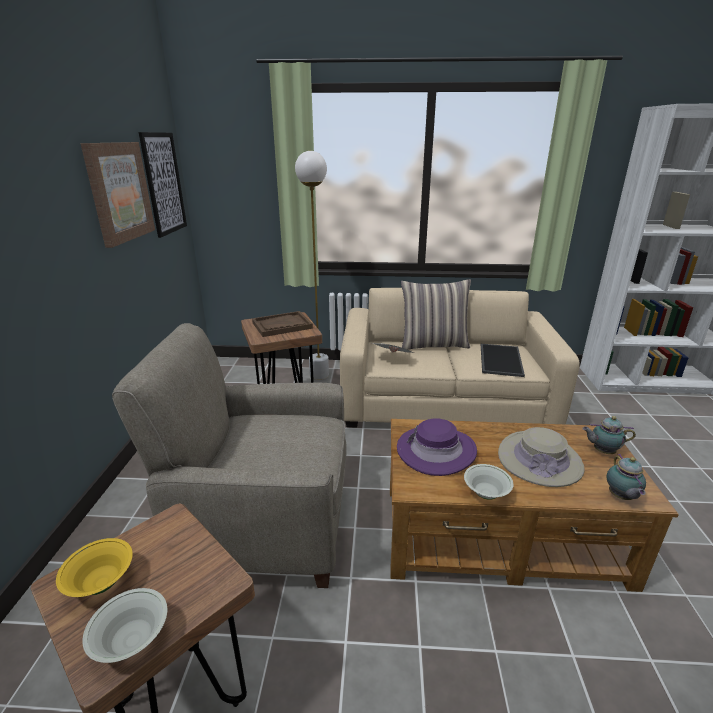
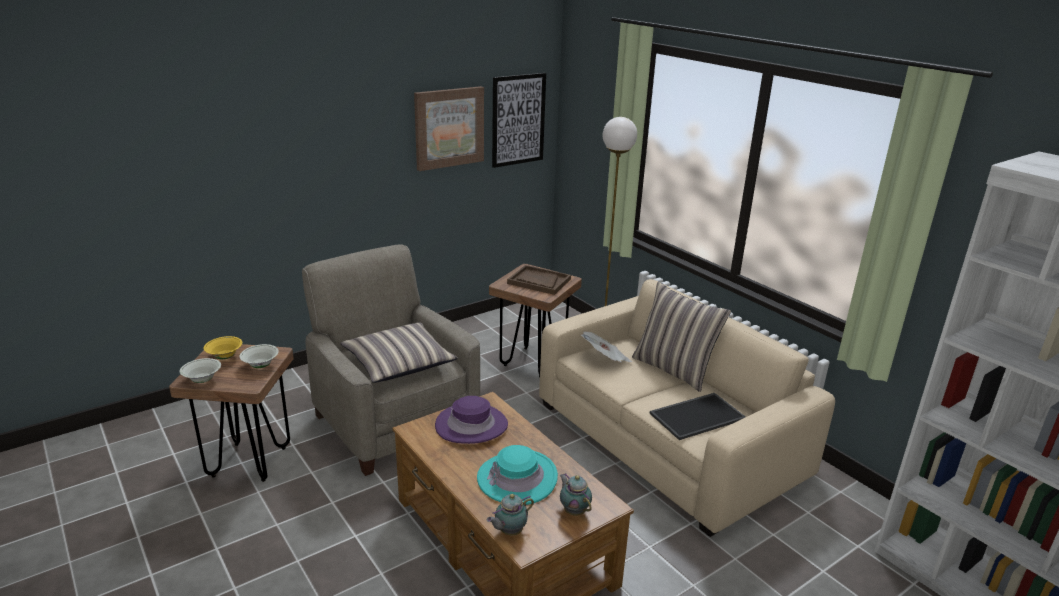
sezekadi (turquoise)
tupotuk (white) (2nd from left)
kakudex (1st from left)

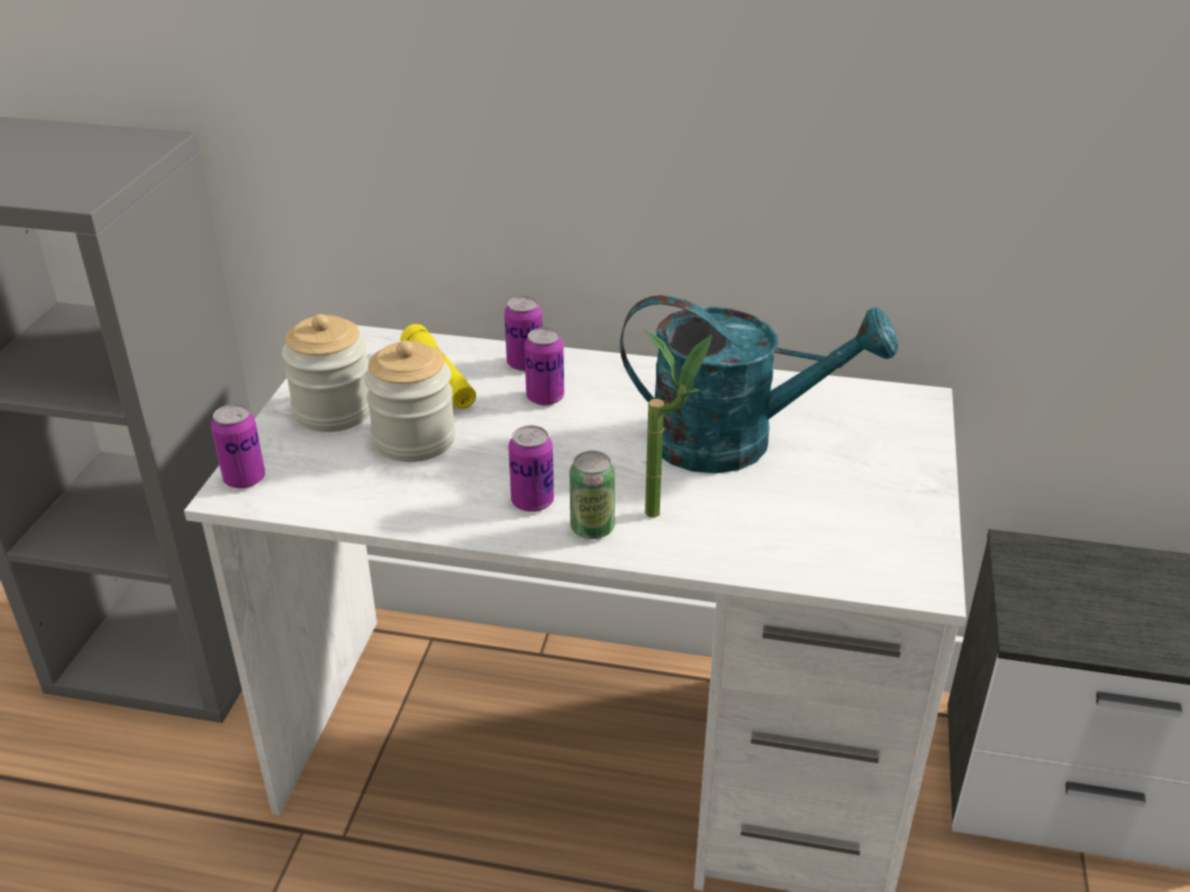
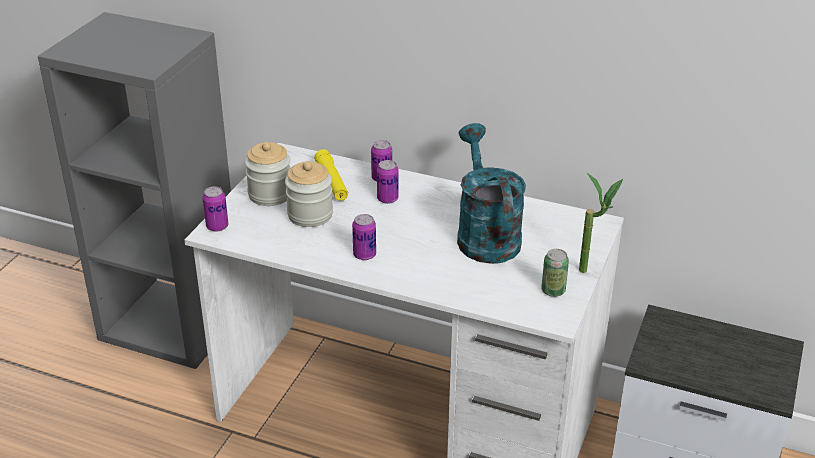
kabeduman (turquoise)
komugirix
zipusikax (5th from left)

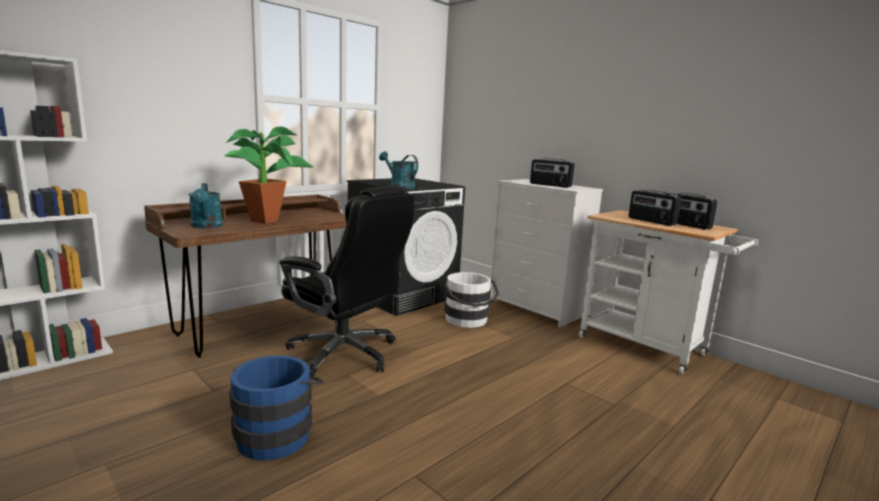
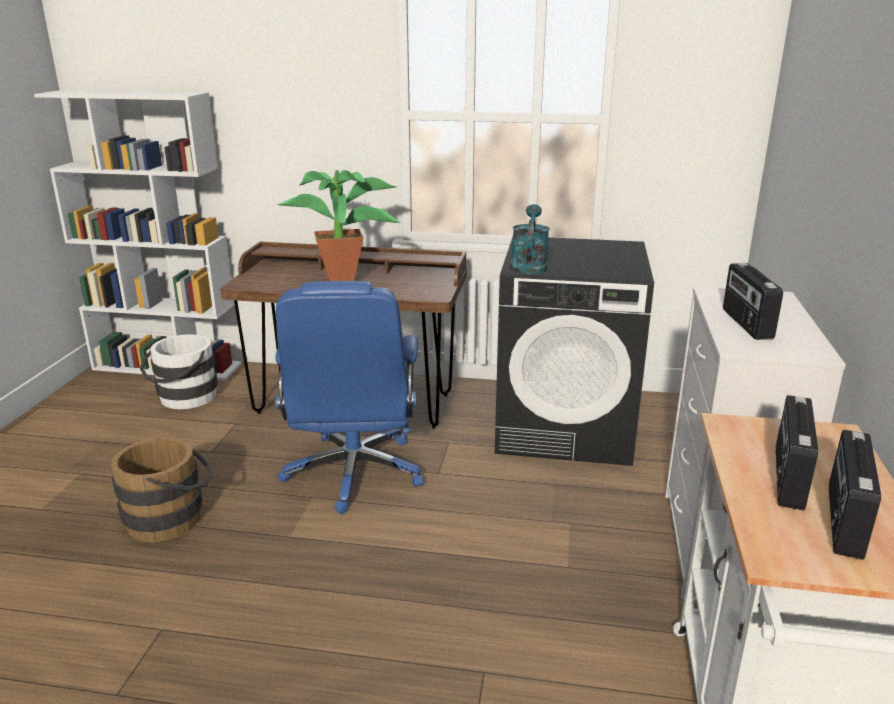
kabeduman (turquoise) (1st from left in the first image)
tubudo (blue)
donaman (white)
donaman (brown)

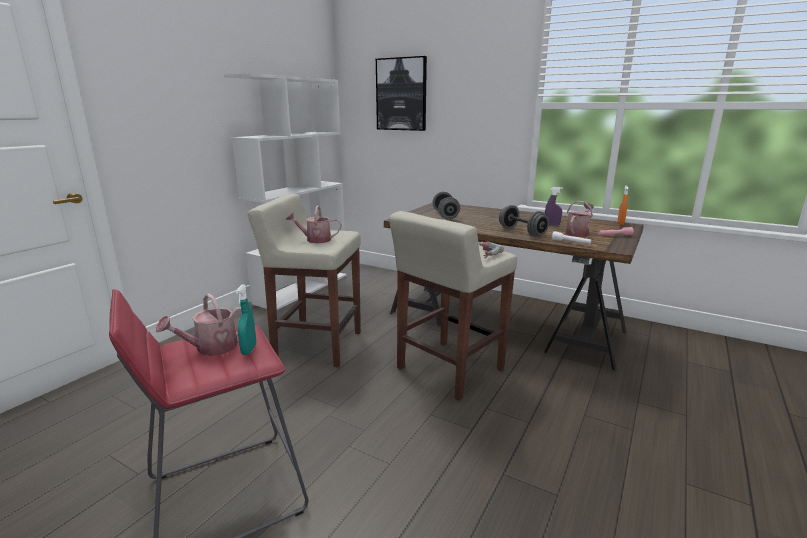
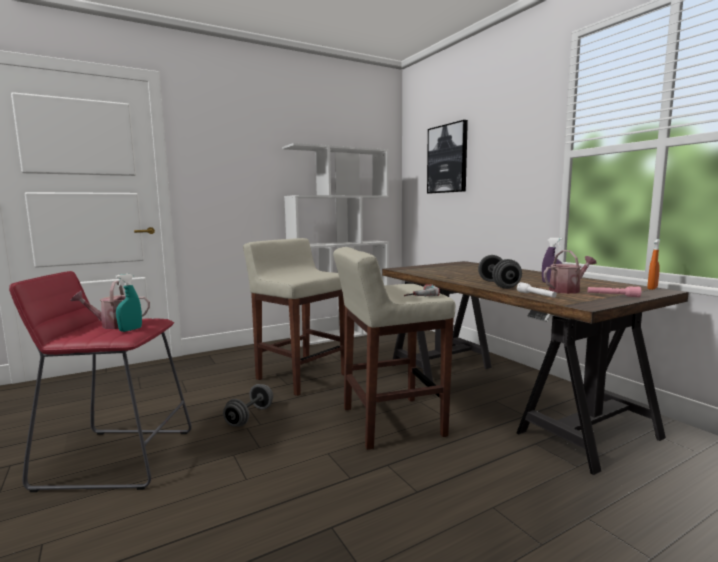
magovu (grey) (1st from left)
kabeduman (2nd from left in the first image)

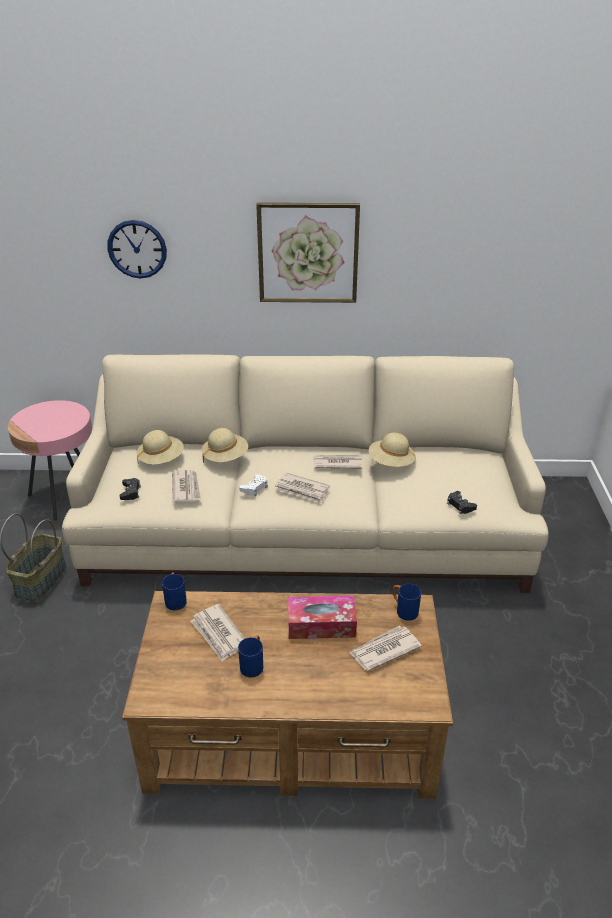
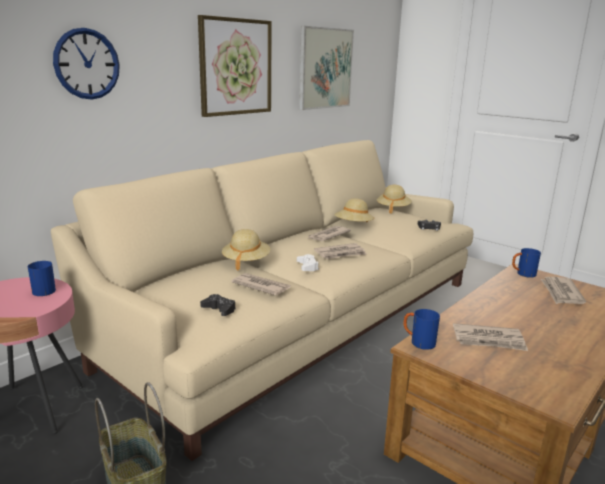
sezekadi (beige) (3rd from left)
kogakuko
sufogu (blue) (1st from left)
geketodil (2nd from left)

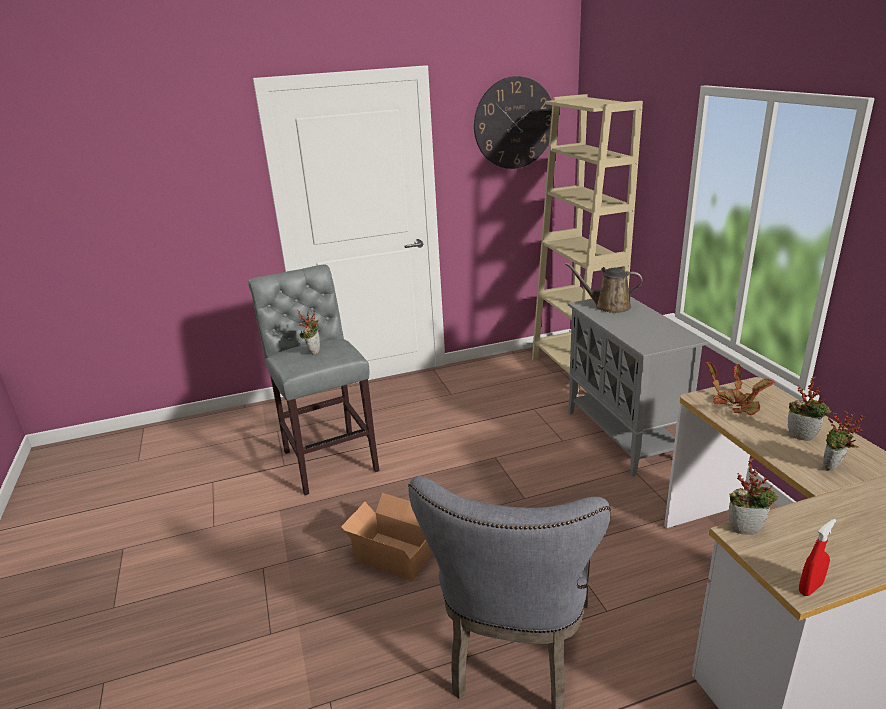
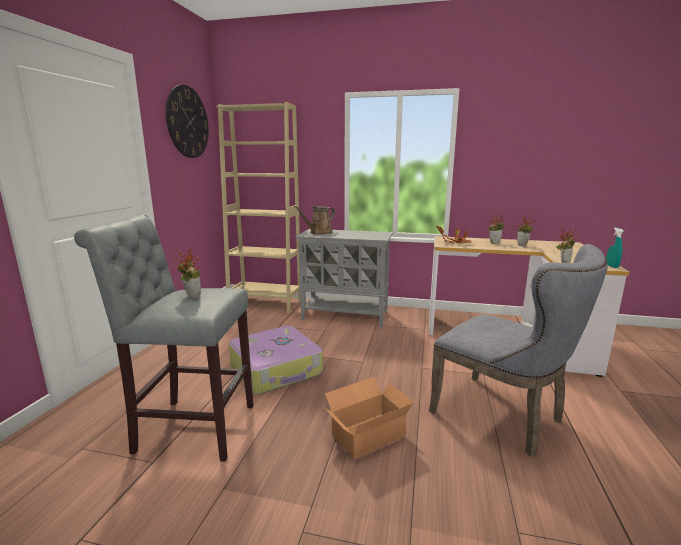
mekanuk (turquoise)
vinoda

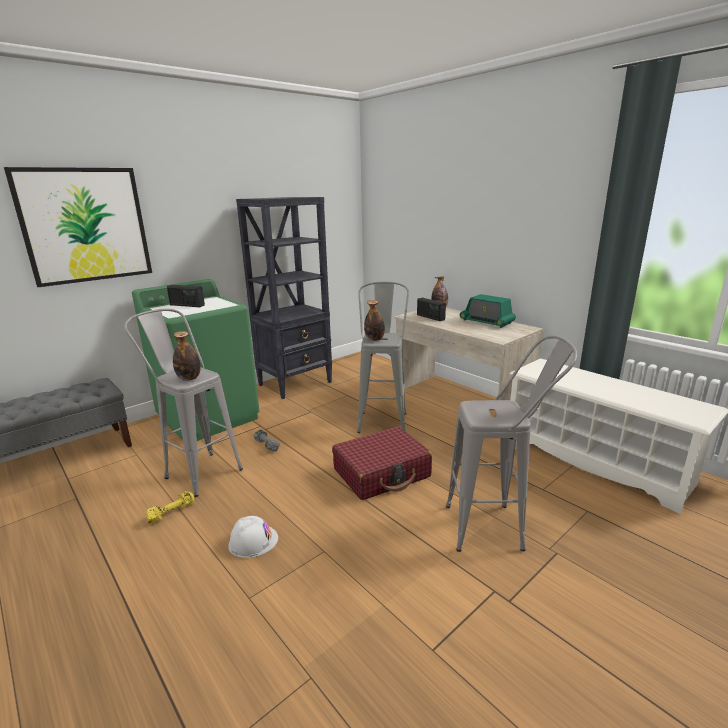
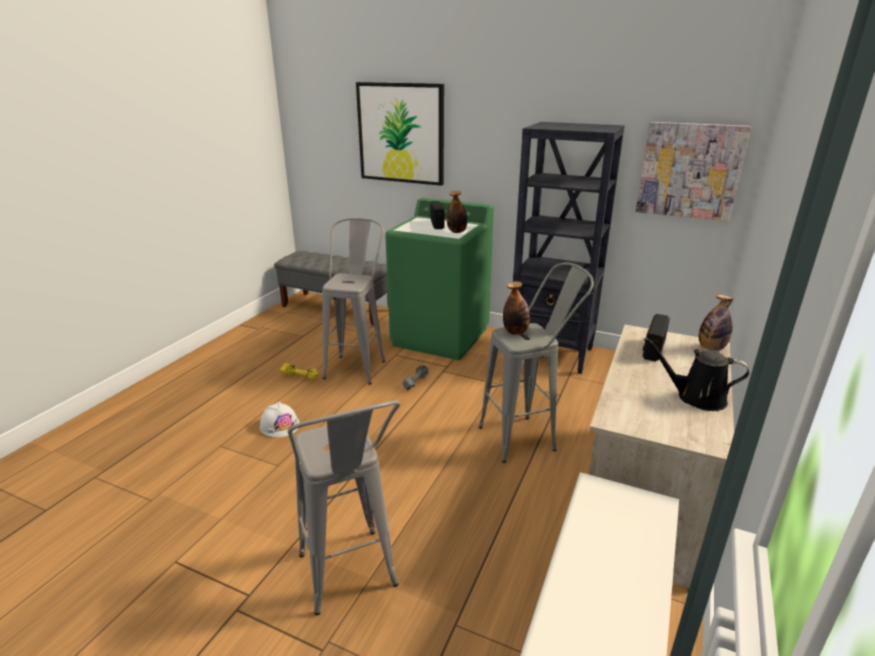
kabeduman (black)
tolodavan (1st from left)
vinoda (red)
geketodil (2nd from left)

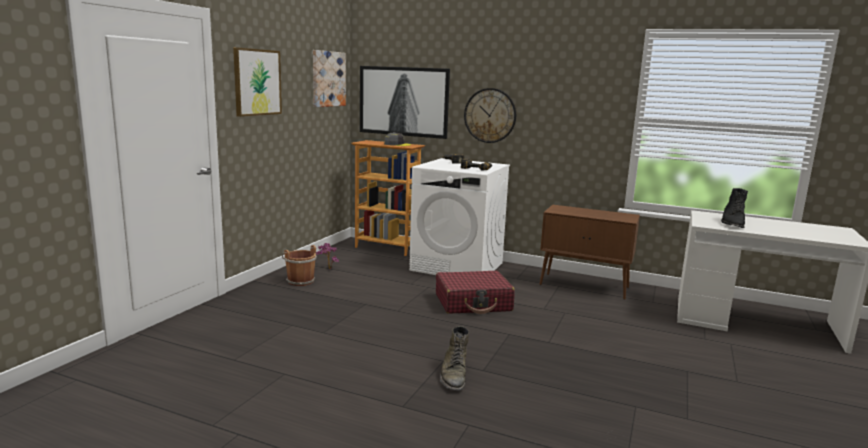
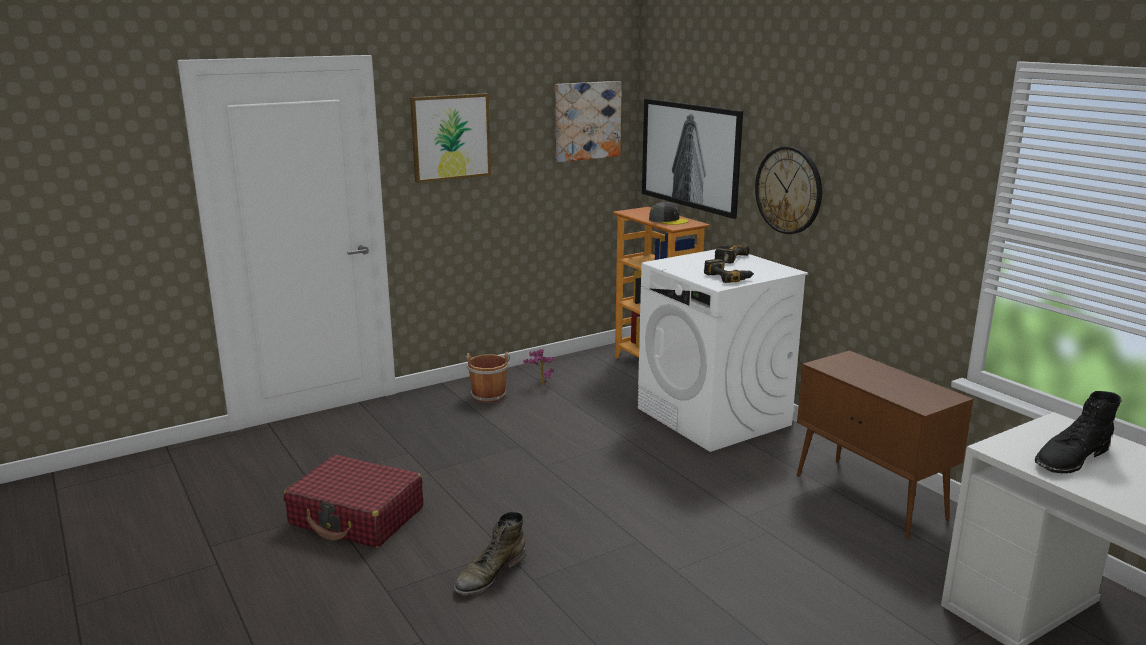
vinoda (red)

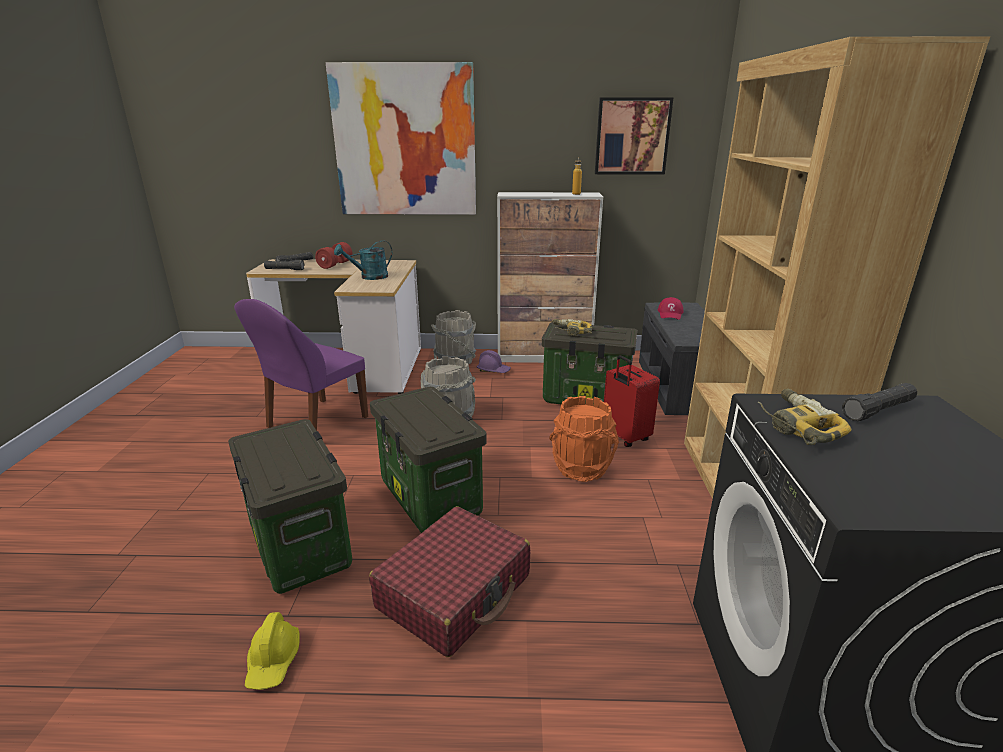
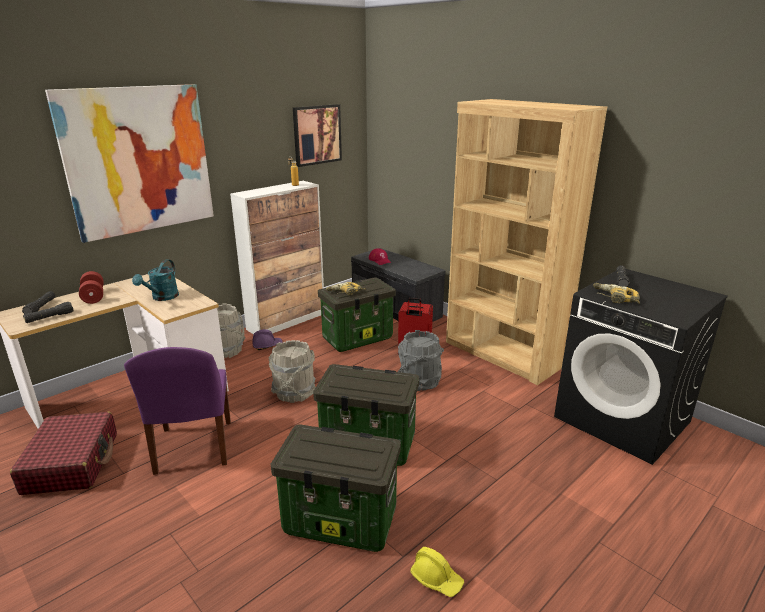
donaman (grey) (3rd from left)
vinoda (red) (1st from left)

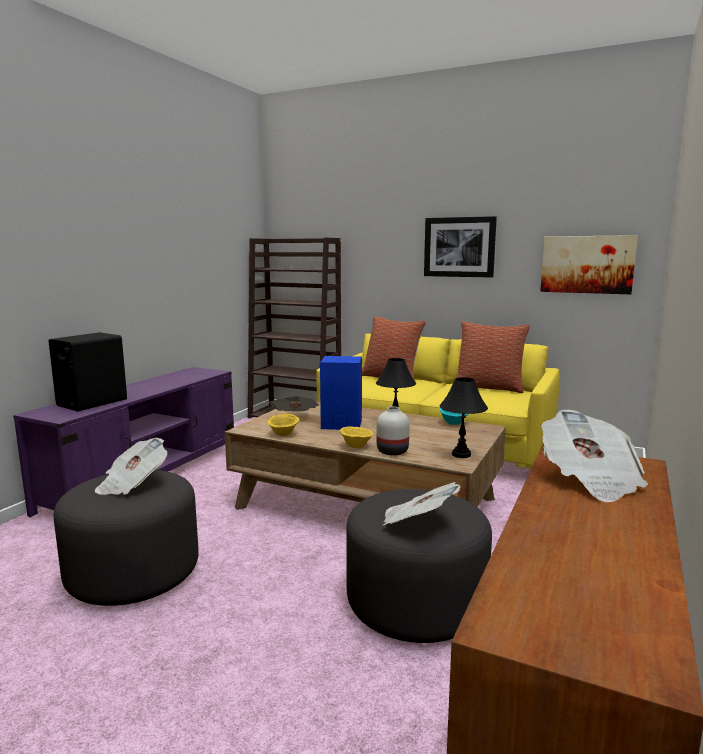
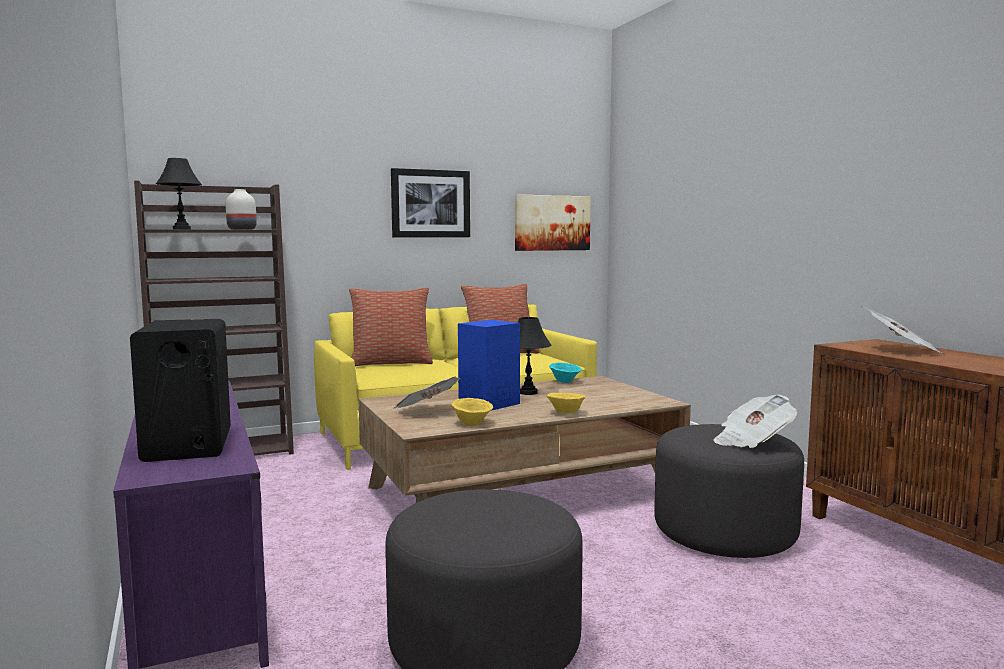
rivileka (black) (1st from left)
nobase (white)
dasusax (1st from left in the first image)

